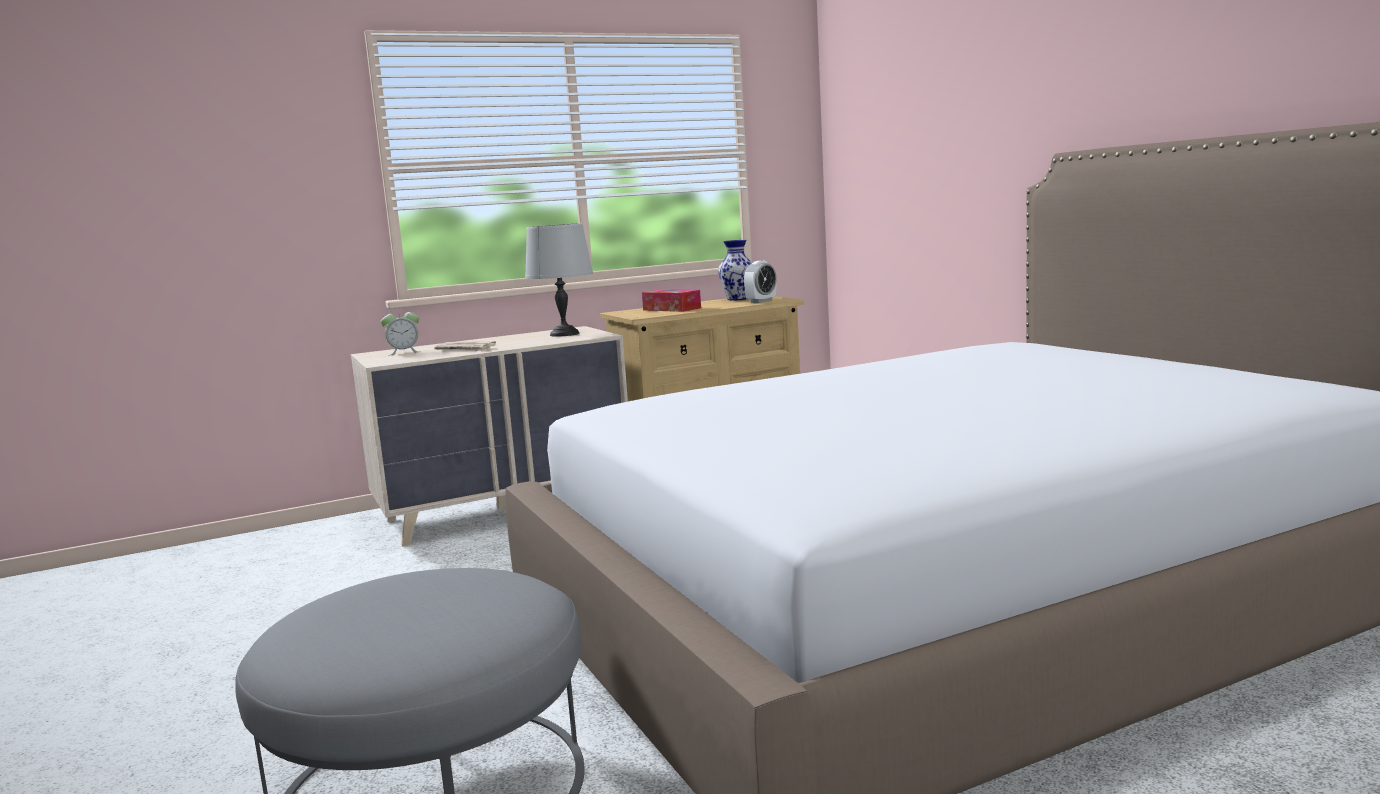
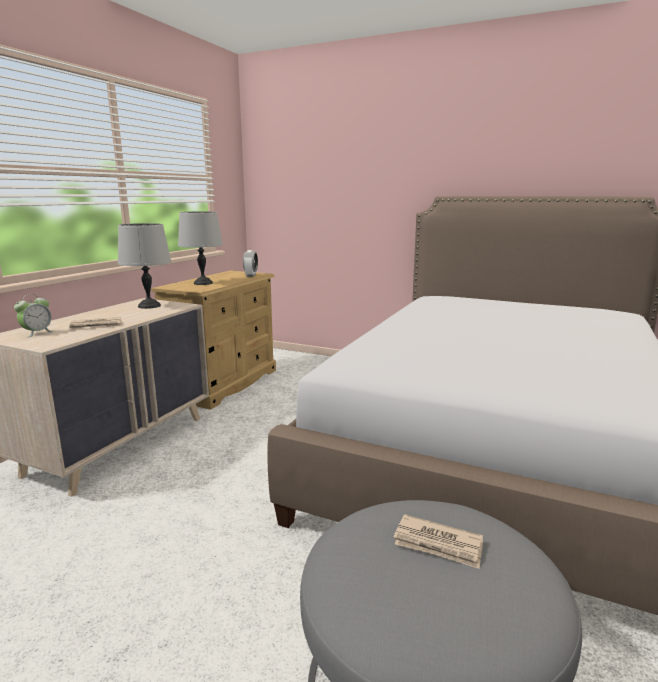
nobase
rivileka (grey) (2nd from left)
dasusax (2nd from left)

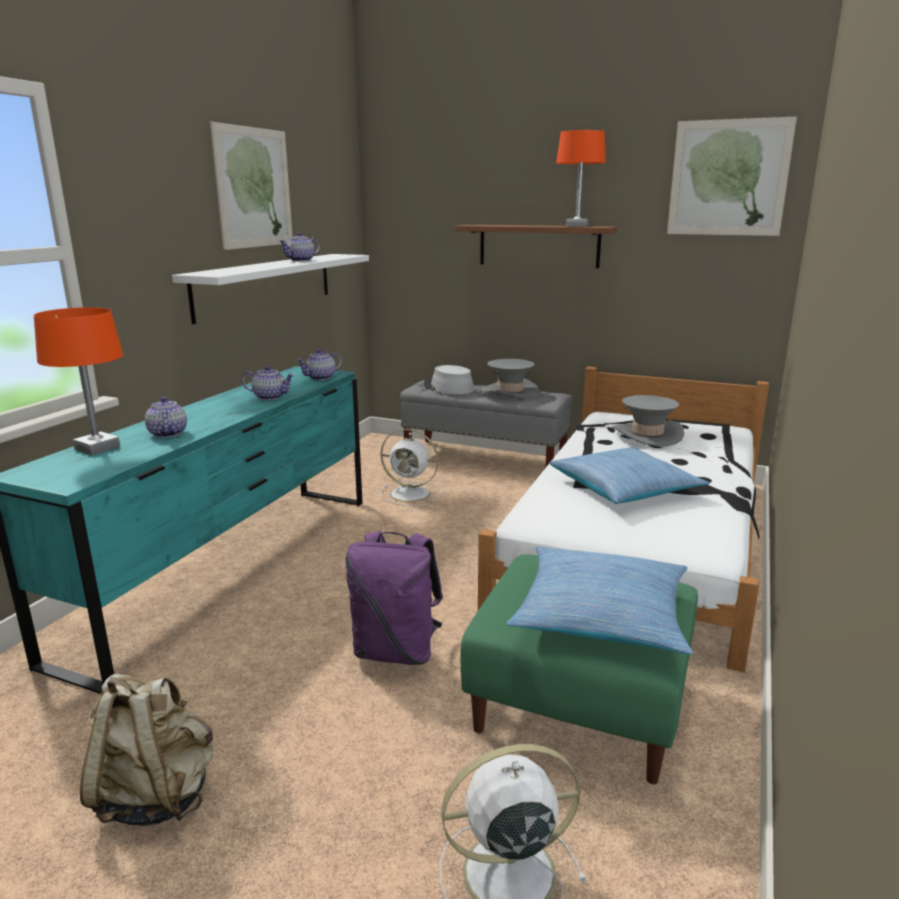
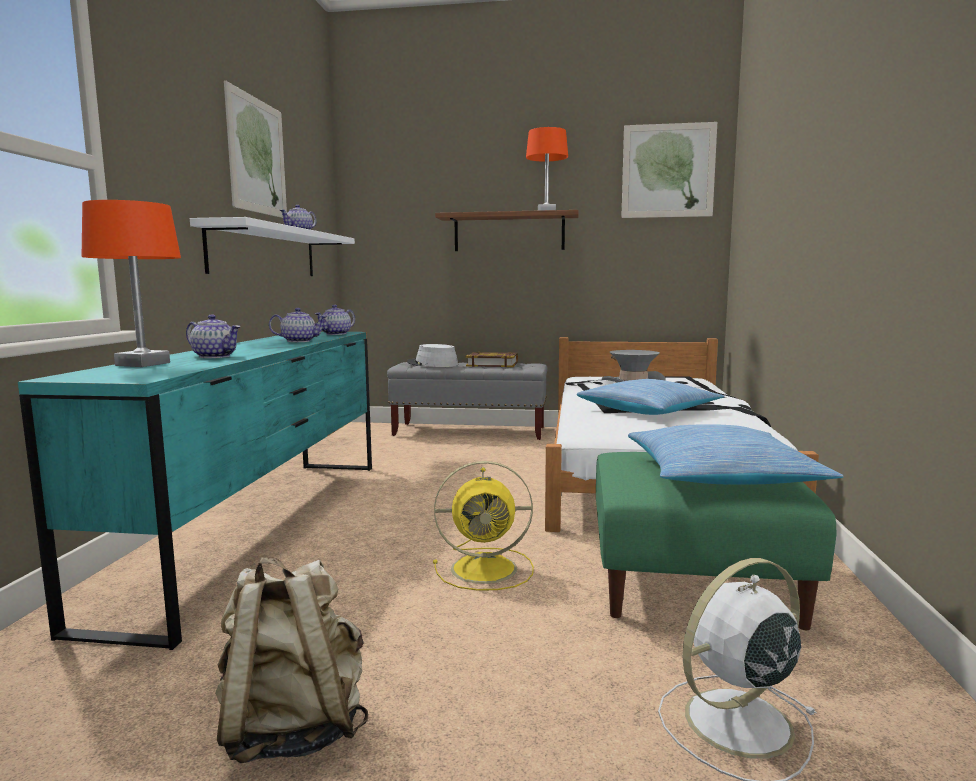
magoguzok
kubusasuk (1st from left)
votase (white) (1st from left in the first image)
votase (yellow)

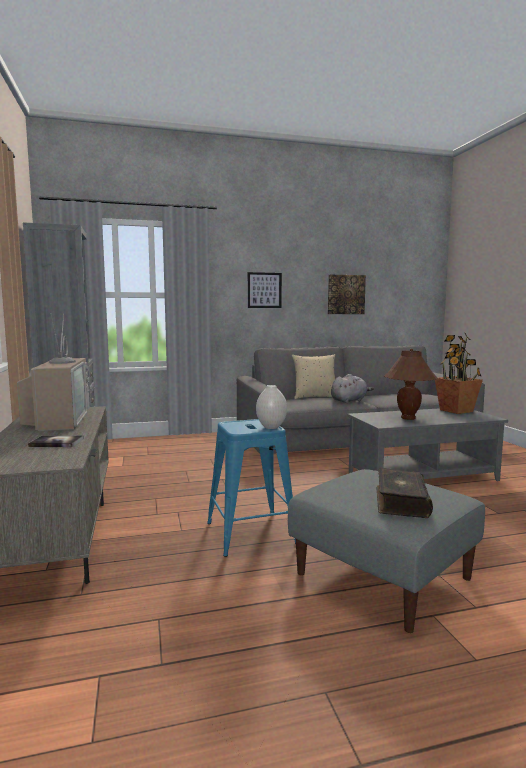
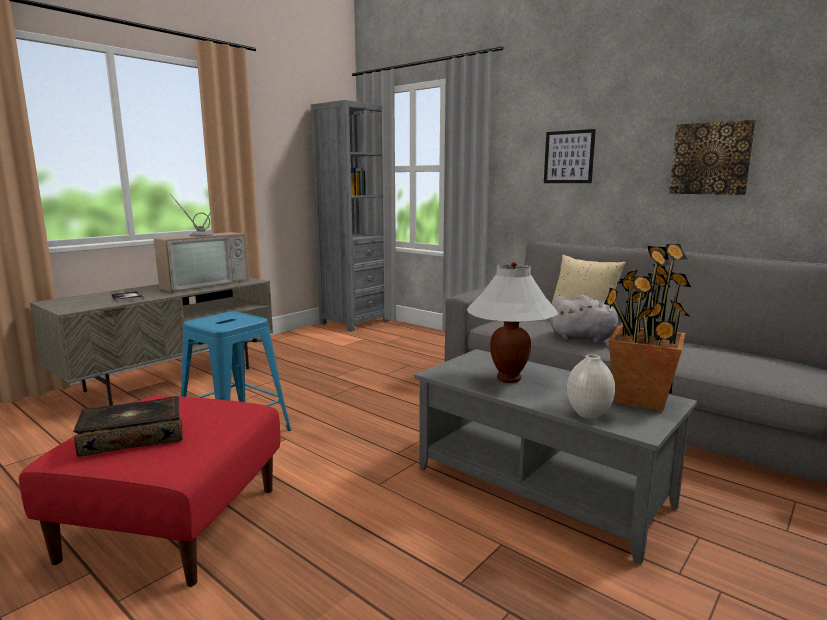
rivileka (white)
nobase (white)
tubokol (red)

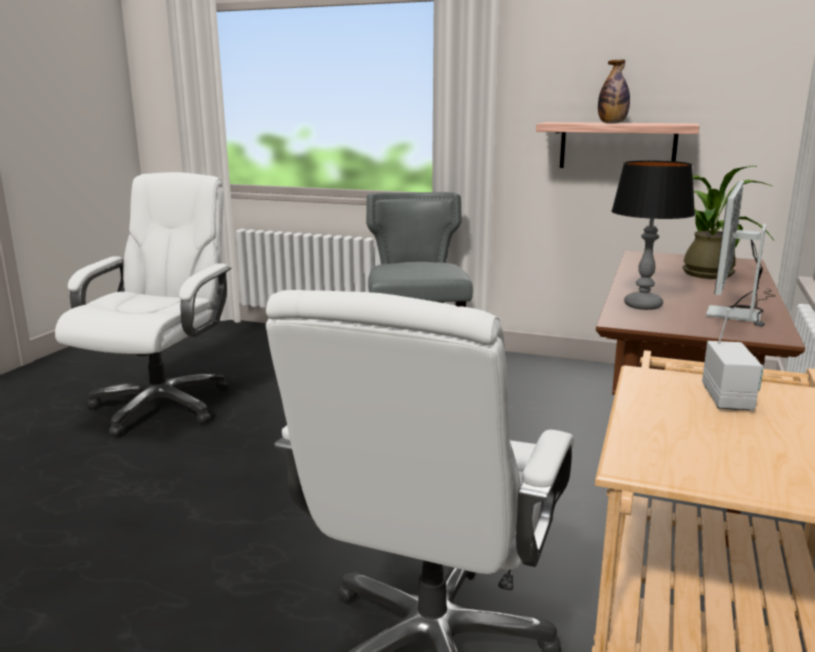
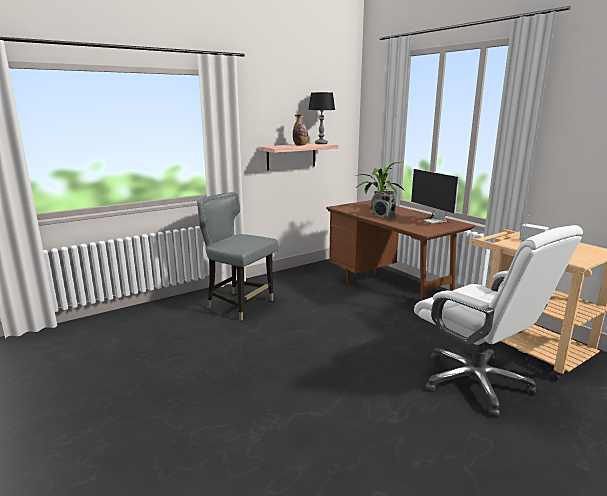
rivileka
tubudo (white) (1st from left in the first image)
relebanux (1st from left)

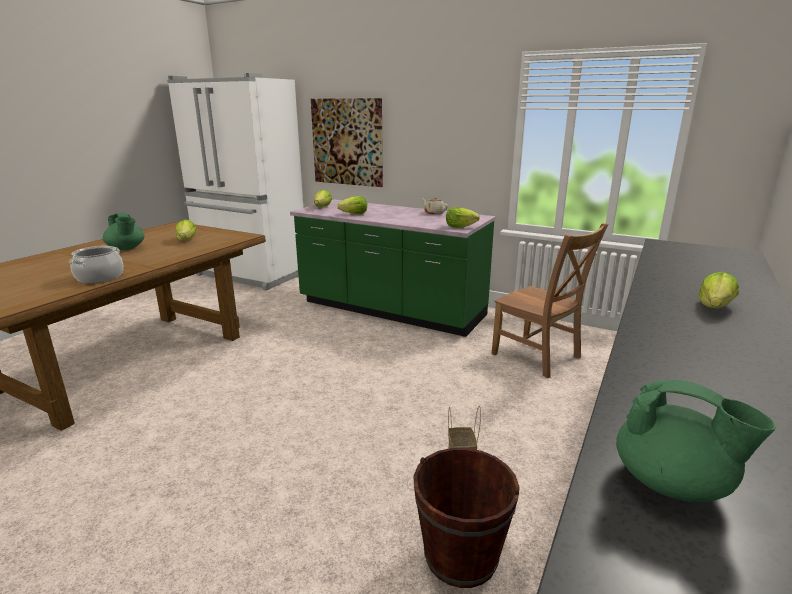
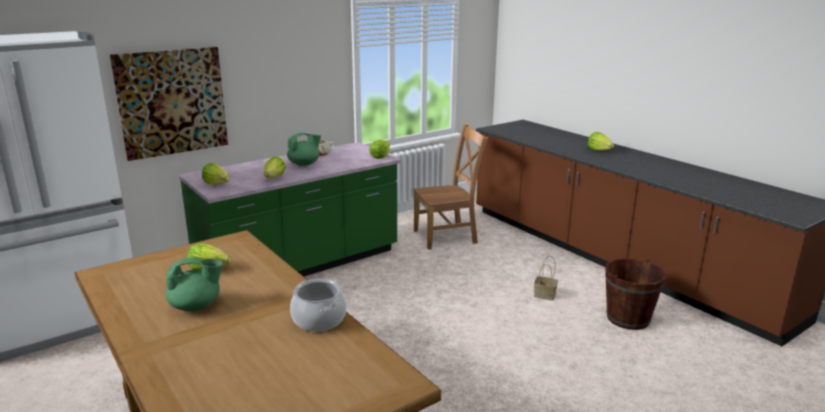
kubusasuk (green) (2nd from left)

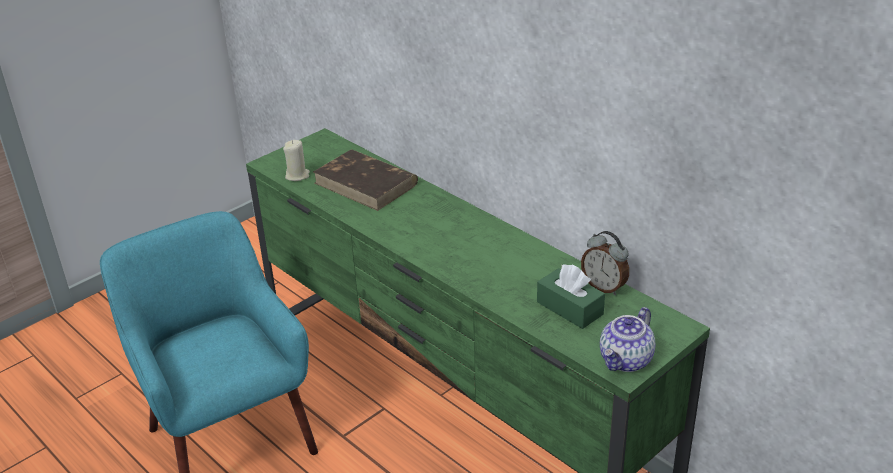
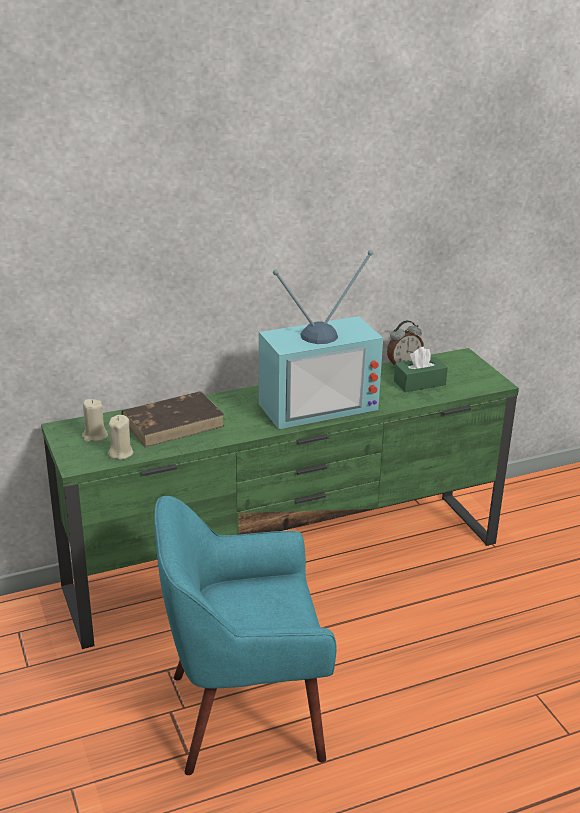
kubusasuk
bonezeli
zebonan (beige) (1st from left)

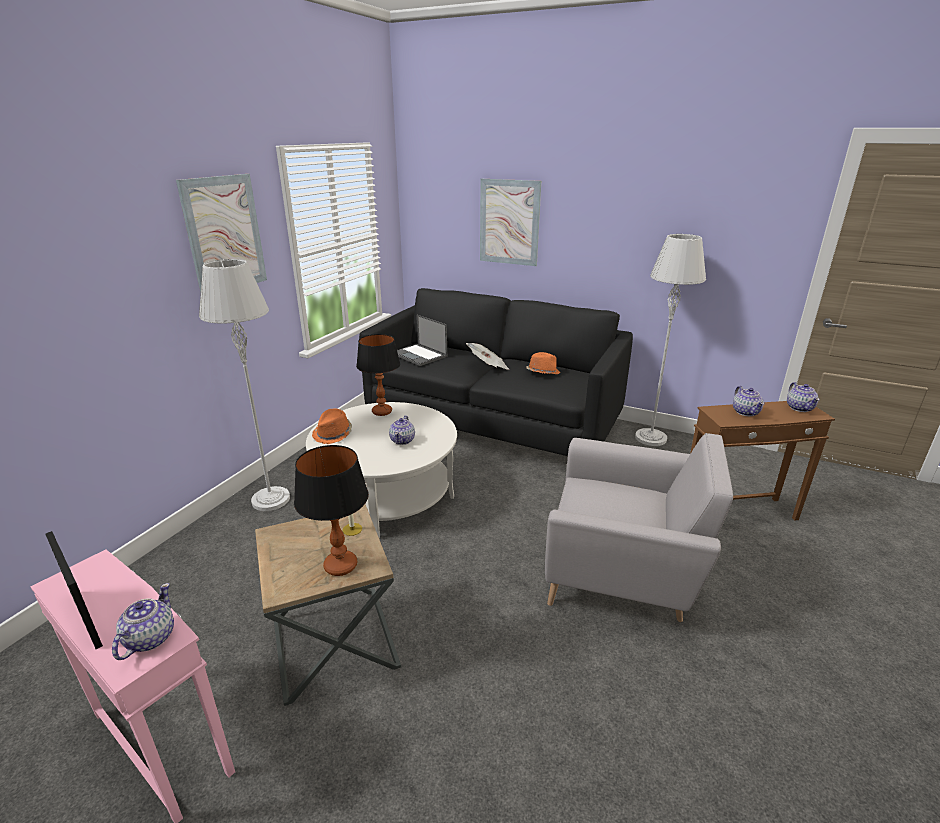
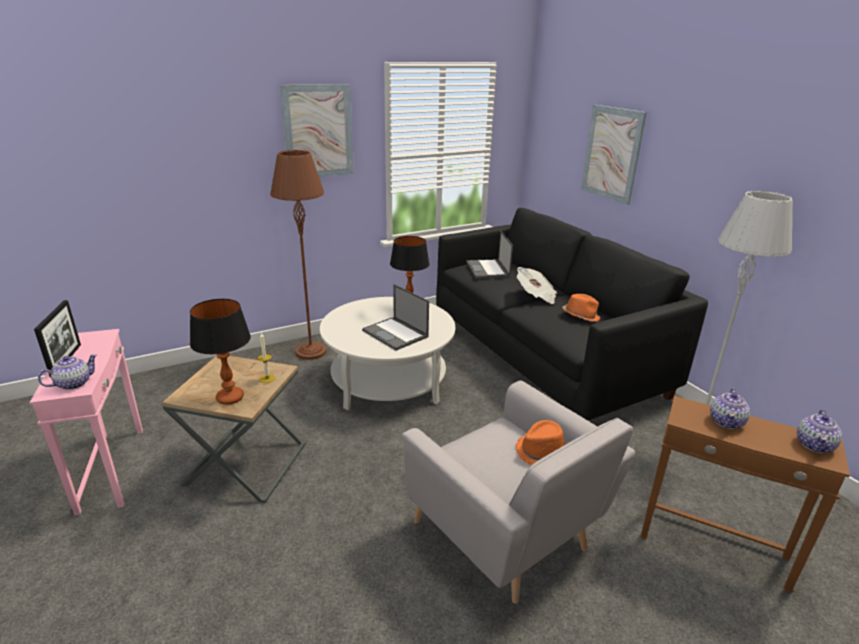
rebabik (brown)
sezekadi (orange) (1st from left)
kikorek (1st from left)

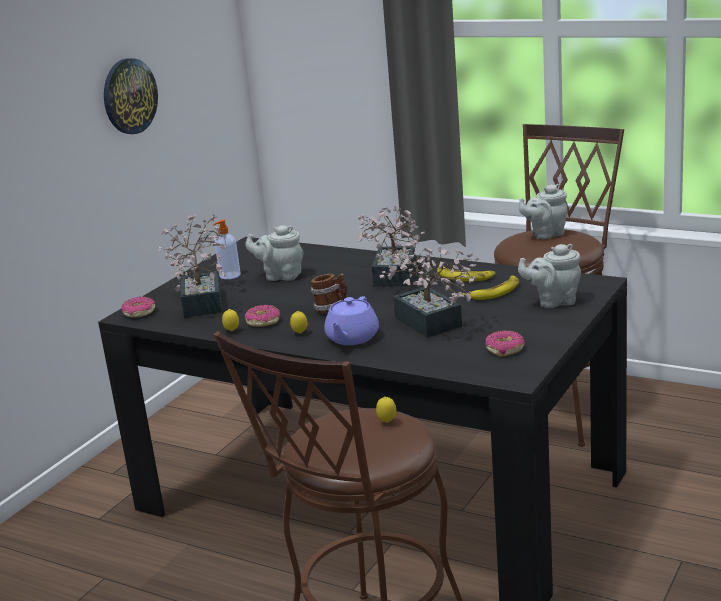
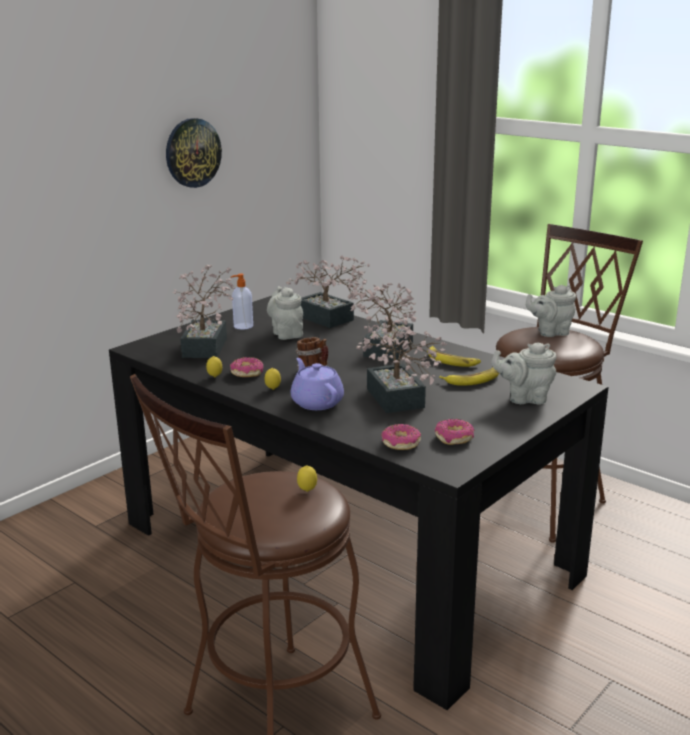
kubusasuk (grey) (1st from left)
kubusasuk (purple)
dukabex (2nd from left)
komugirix (2nd from left)

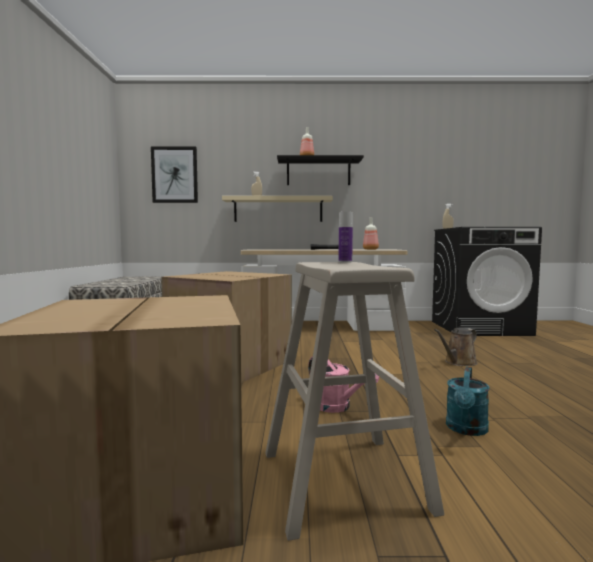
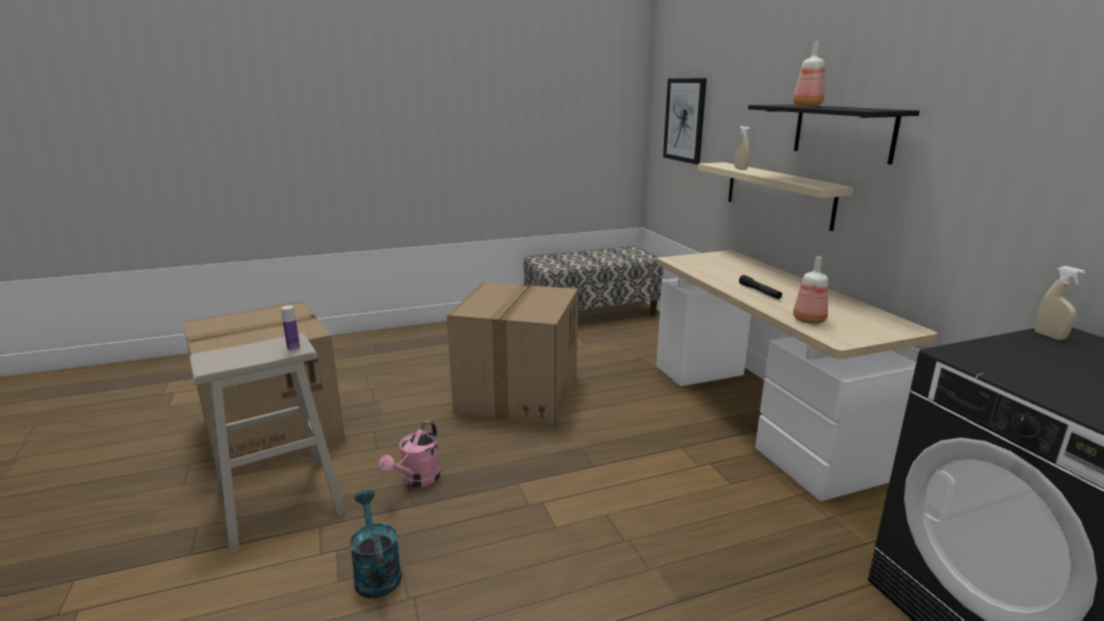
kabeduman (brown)
kabeduman (turquoise)

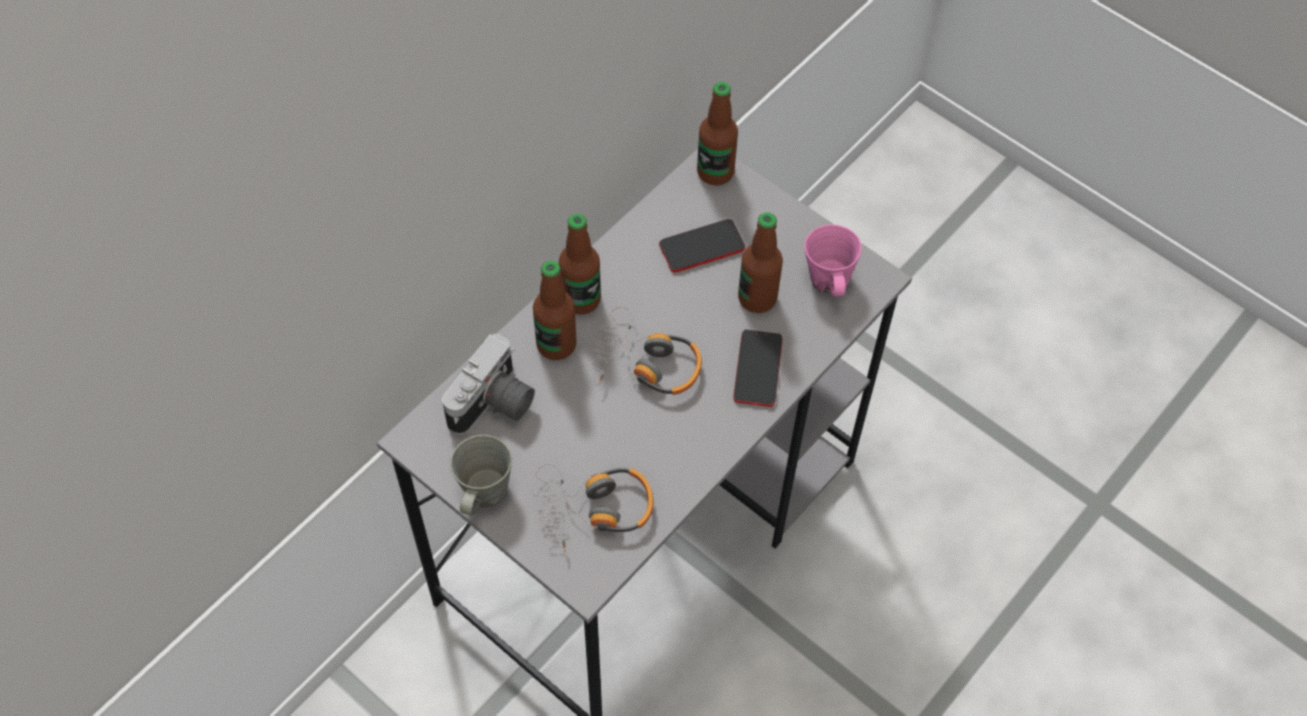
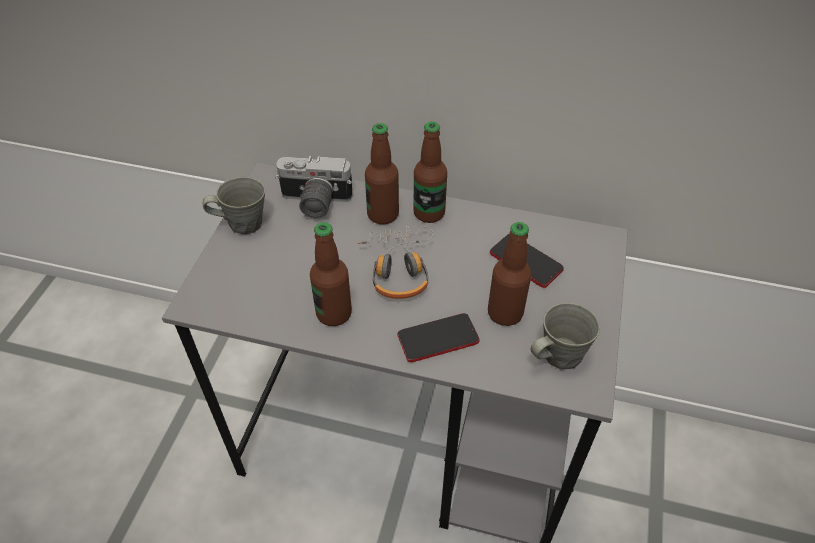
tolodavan (1st from left)
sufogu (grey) (2nd from left)
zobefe (1st from left in the first image)

